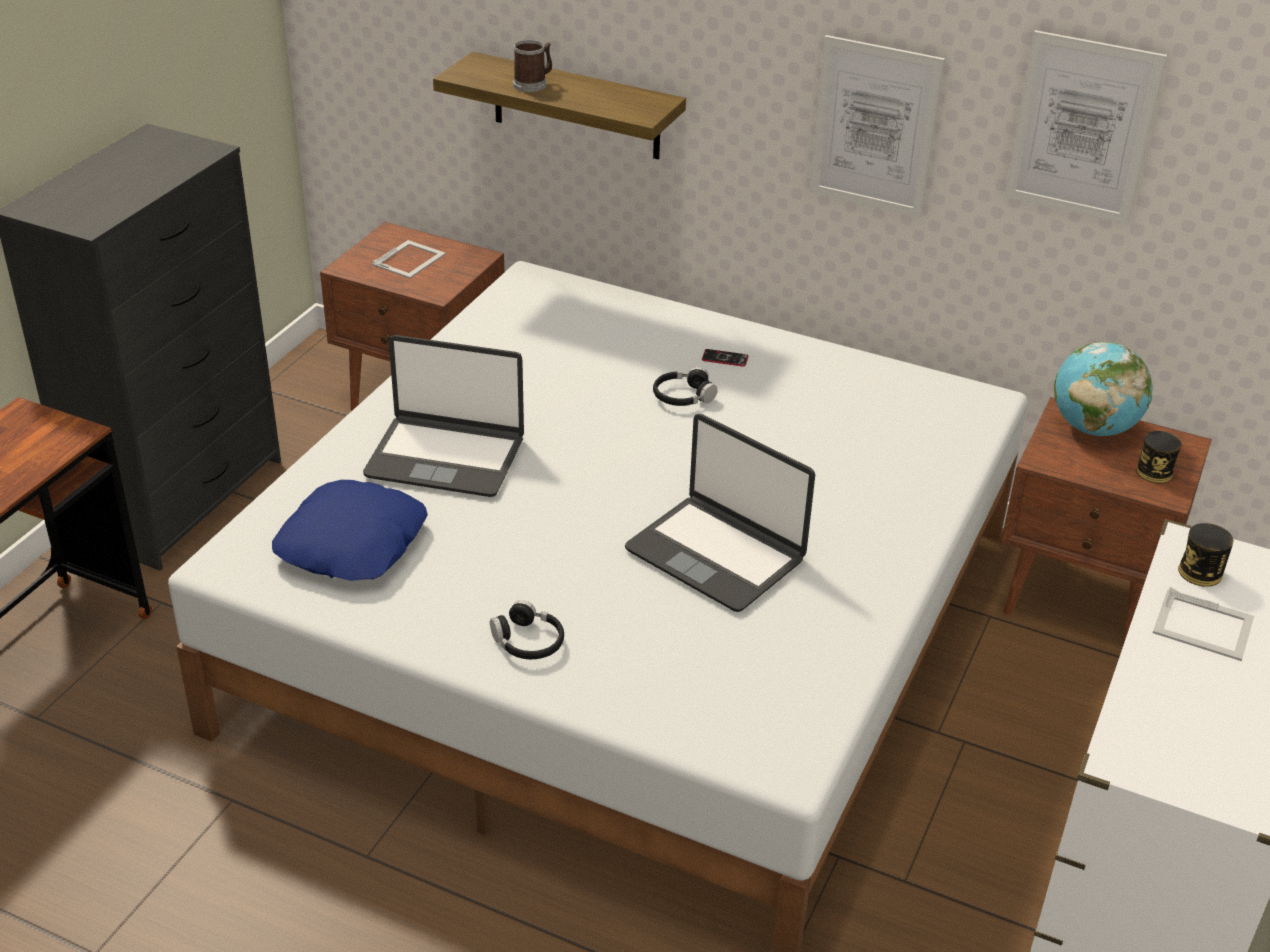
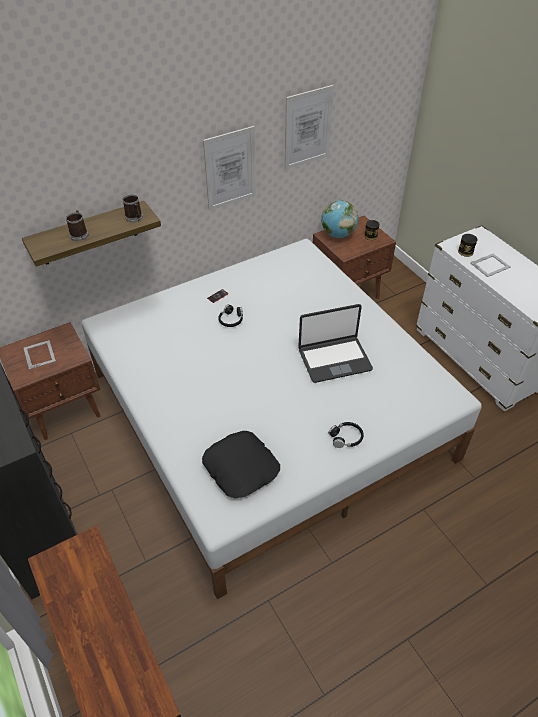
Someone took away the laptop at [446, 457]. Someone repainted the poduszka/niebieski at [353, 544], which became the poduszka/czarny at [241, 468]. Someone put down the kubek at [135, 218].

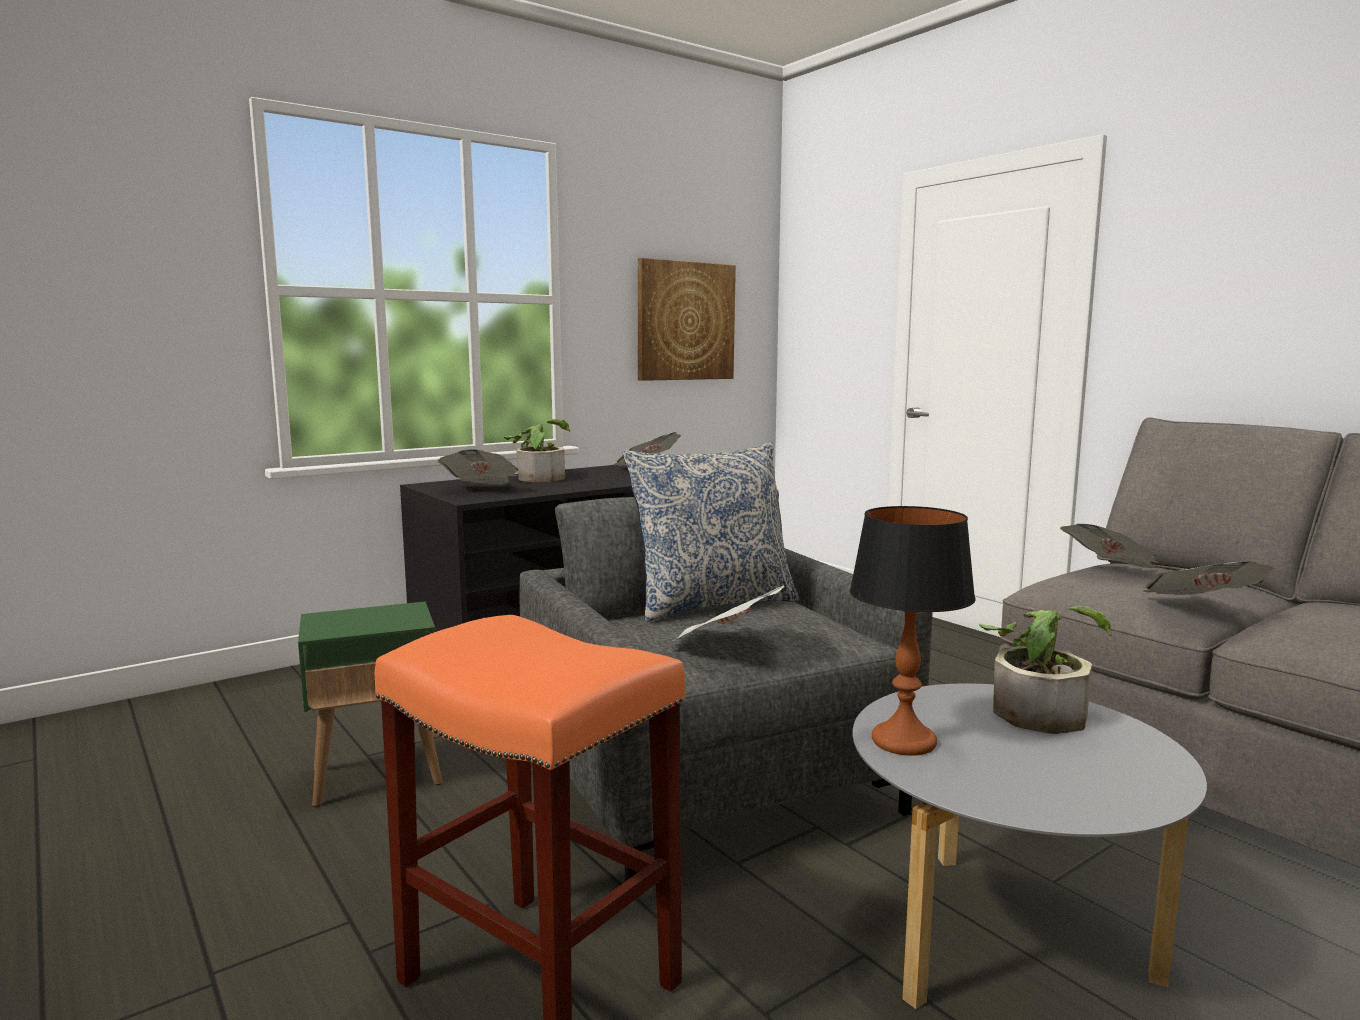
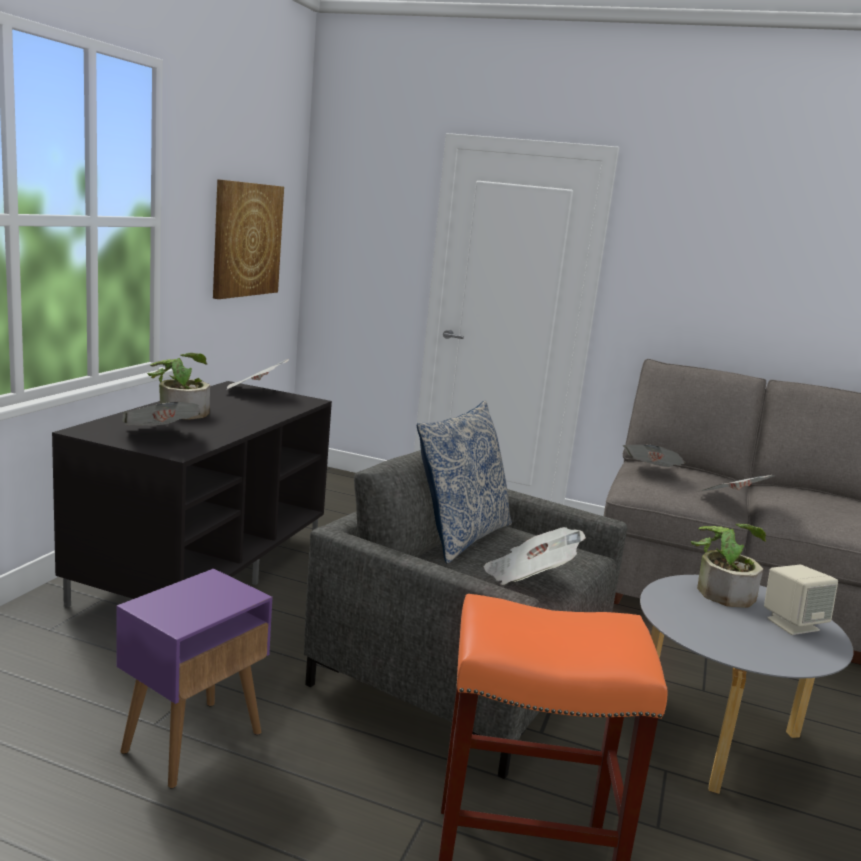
Someone took away the lampa stołowa at [904, 741]. Someone repainted the stolik/zielony at [379, 776], which became the stolik/fioletowy at [194, 741]. Someone put down the głośnik/beżowy at [792, 624].

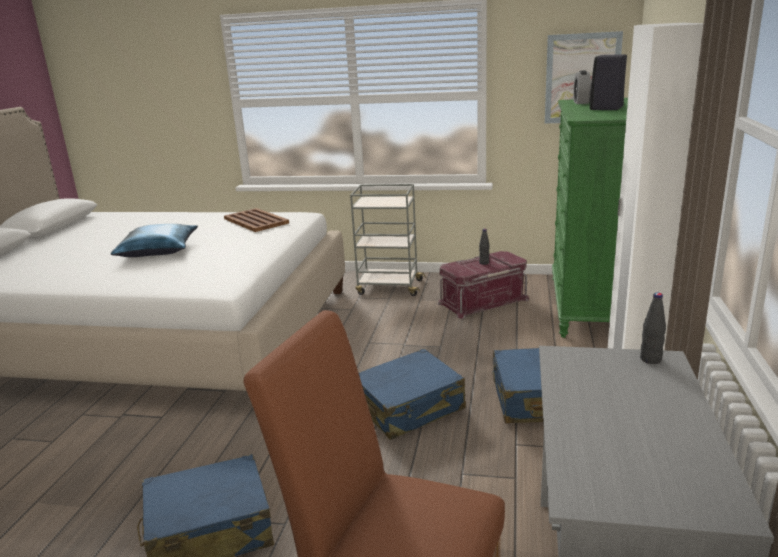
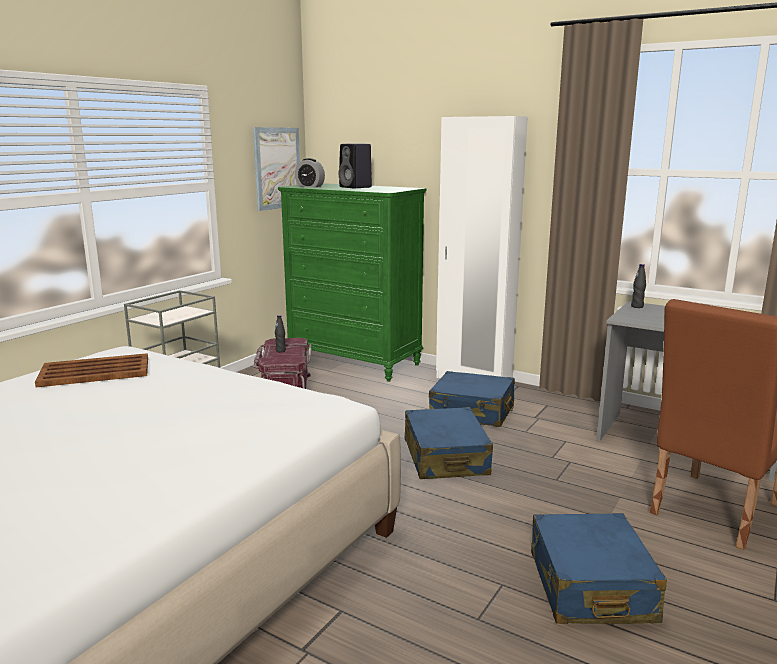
Someone took away the poduszka/niebieski at [158, 250].

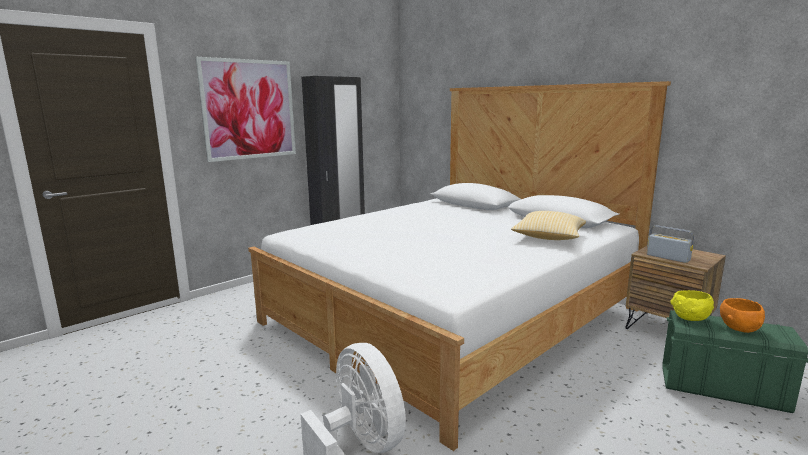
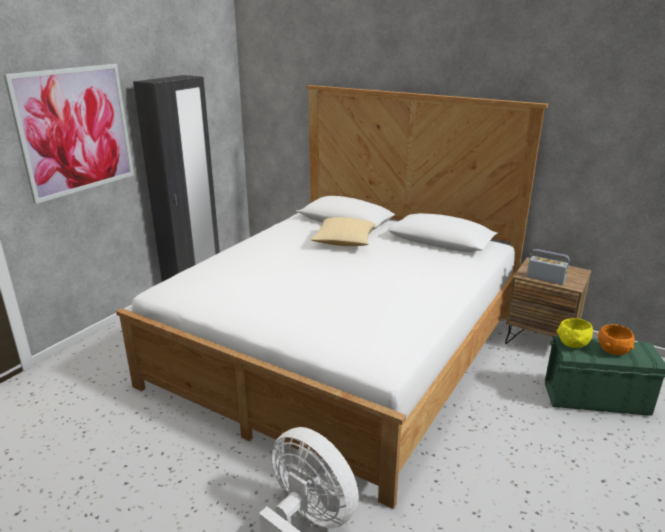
Someone carried the poduszka from [548, 238] to [344, 242].

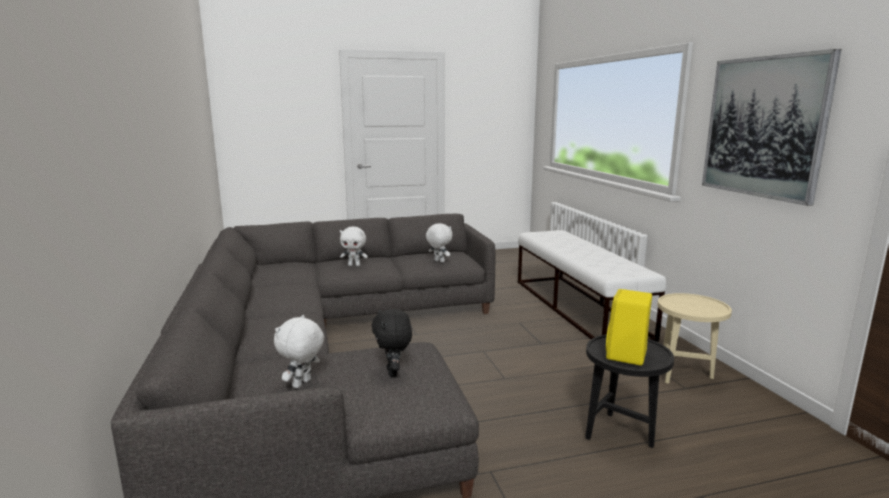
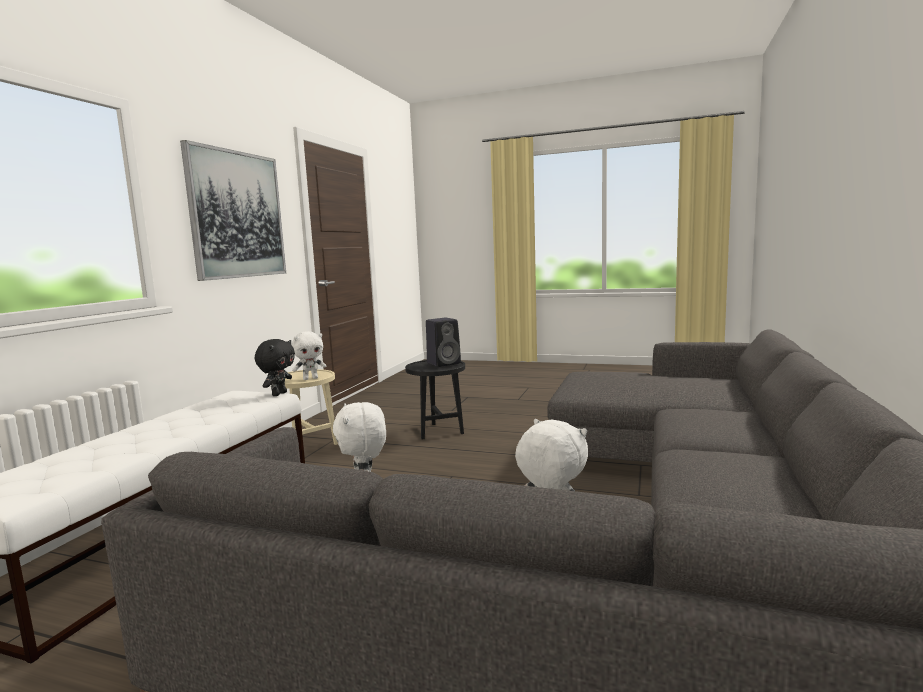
Someone repainted the głośnik/żółty at [626, 356], which became the głośnik/czarny at [444, 363]. Someone carried the pluszak/czarny from [393, 372] to [278, 394]. Someone carried the pluszak/biały from [302, 384] to [310, 378].

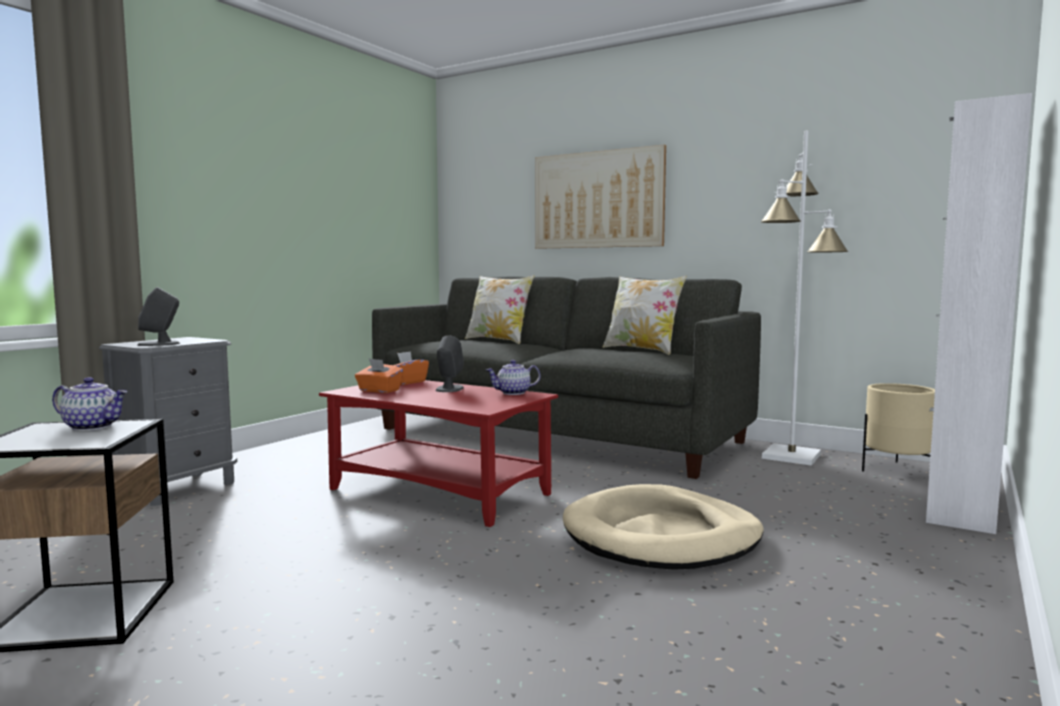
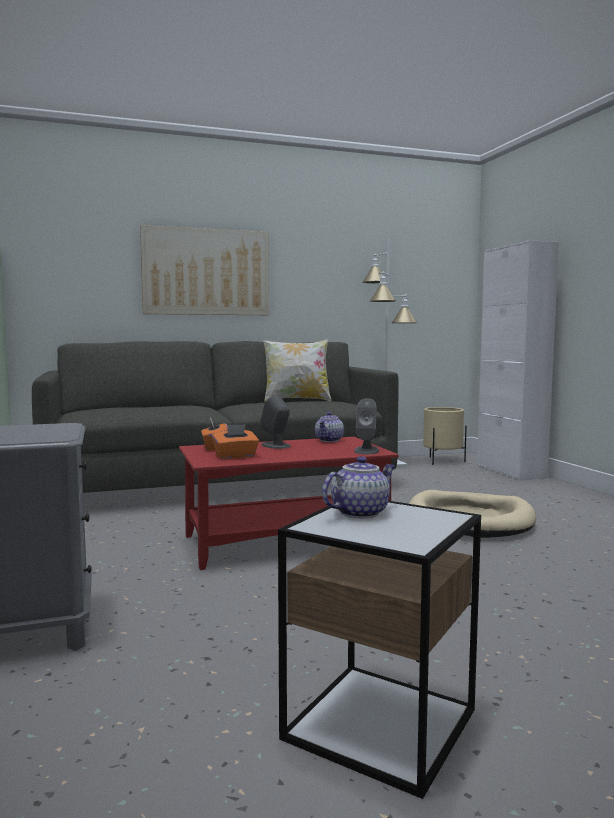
Someone took away the poduszka at [498, 340]. Someone carried the głośnik/szary from [159, 344] to [366, 451].

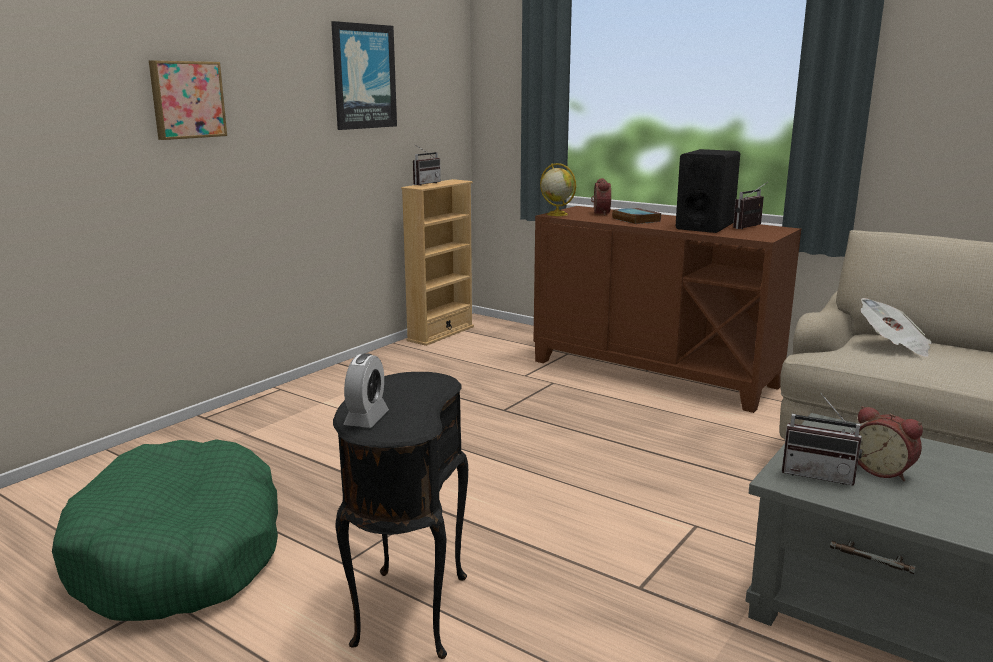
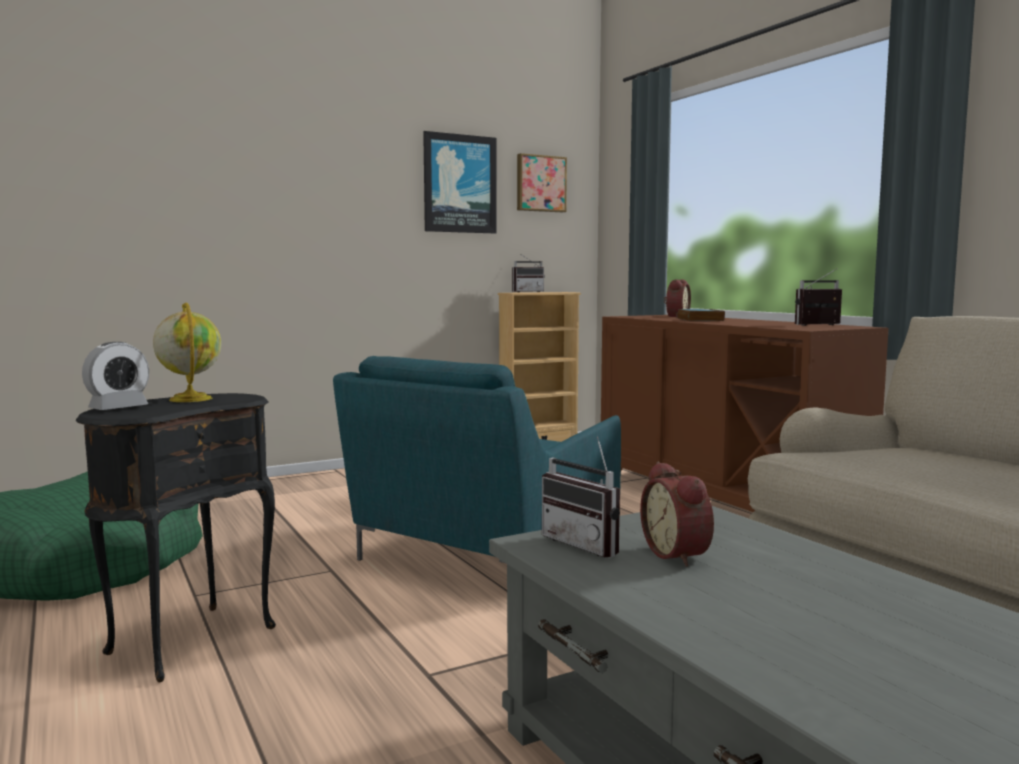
Someone carried the obraz from [187, 99] to [540, 183]. Someone took away the głośnik/czarny at [705, 226]. Someone carried the globus from [556, 214] to [190, 399]. Someone took away the gazeta at [894, 346]. Someone put down the fotel/turkusowy at [482, 555].

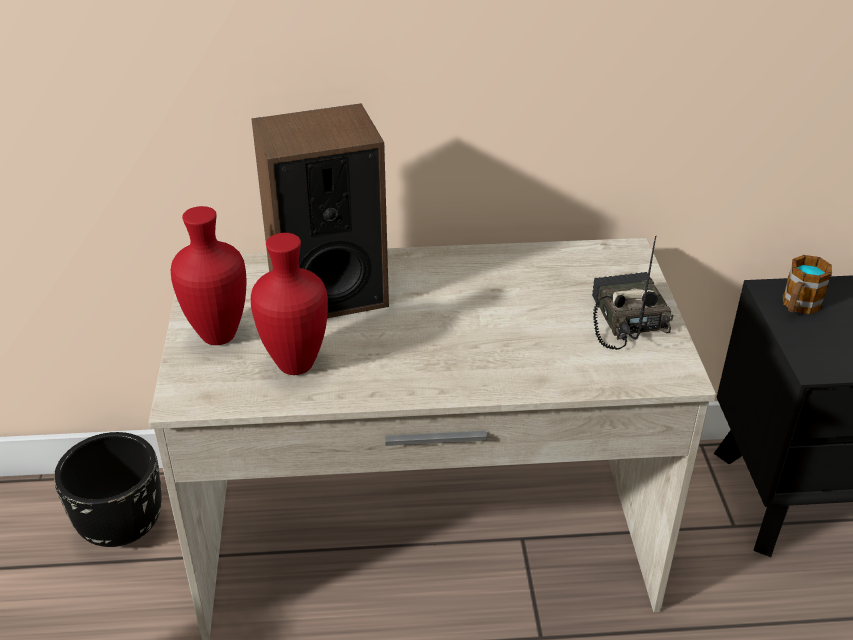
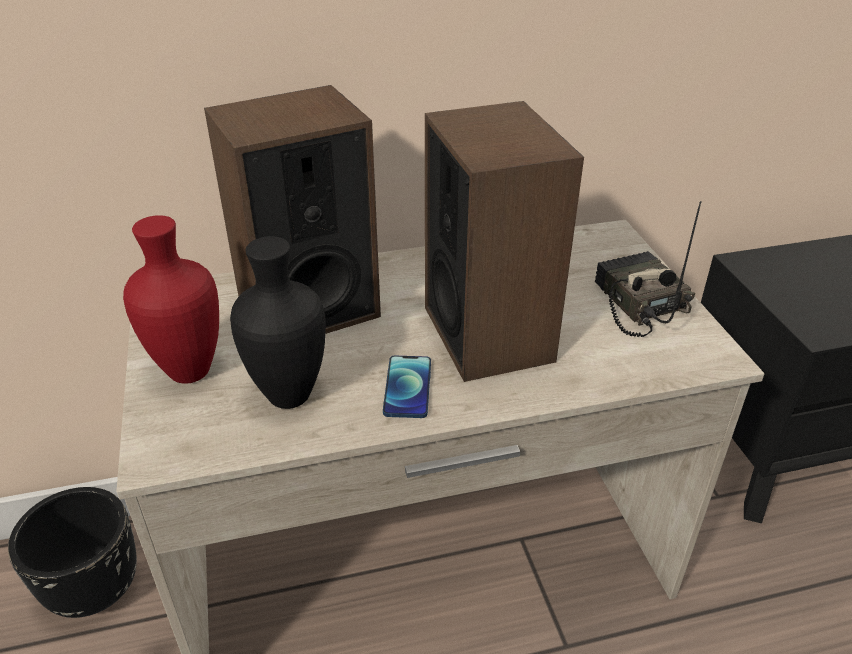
Someone repainted the wazon/czerwony at [295, 363], which became the wazon/czarny at [288, 394]. Someone took away the kubek at [798, 306]. Someone put down the głośnik at [488, 333]. Someone put down the telefon at [407, 387].

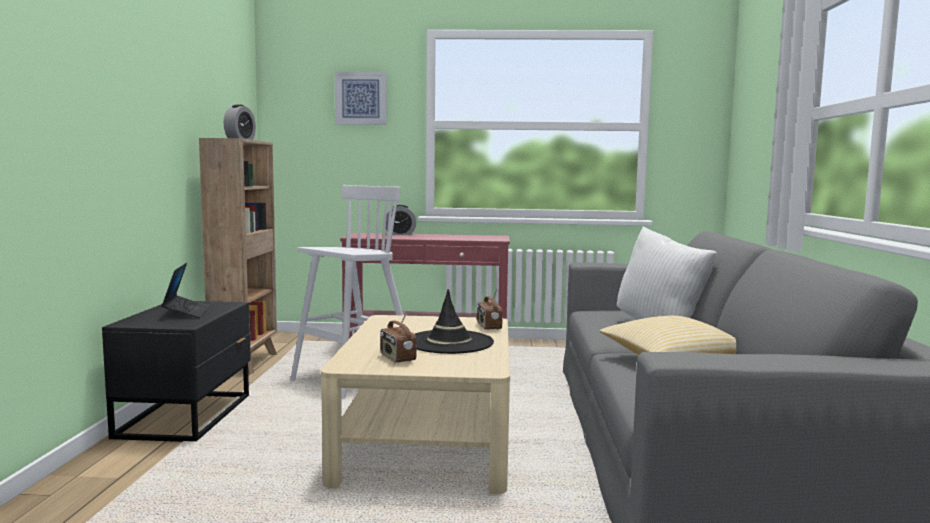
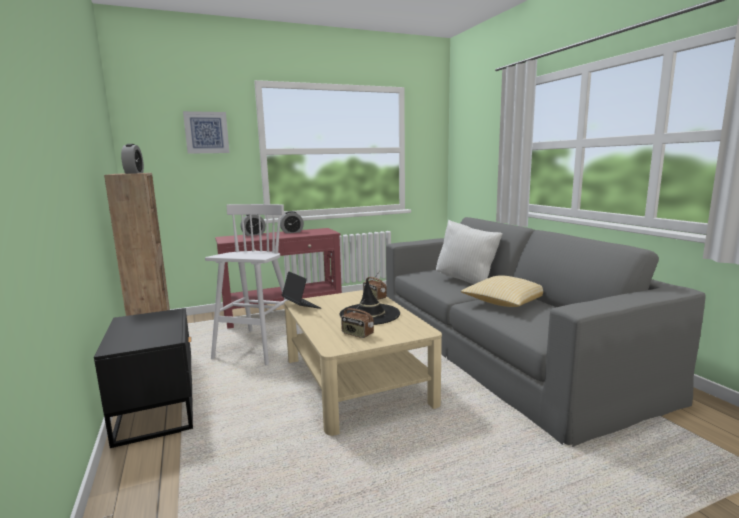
Someone carried the laptop from [186, 313] to [301, 306]. Someone put down the budzik at [292, 232].

